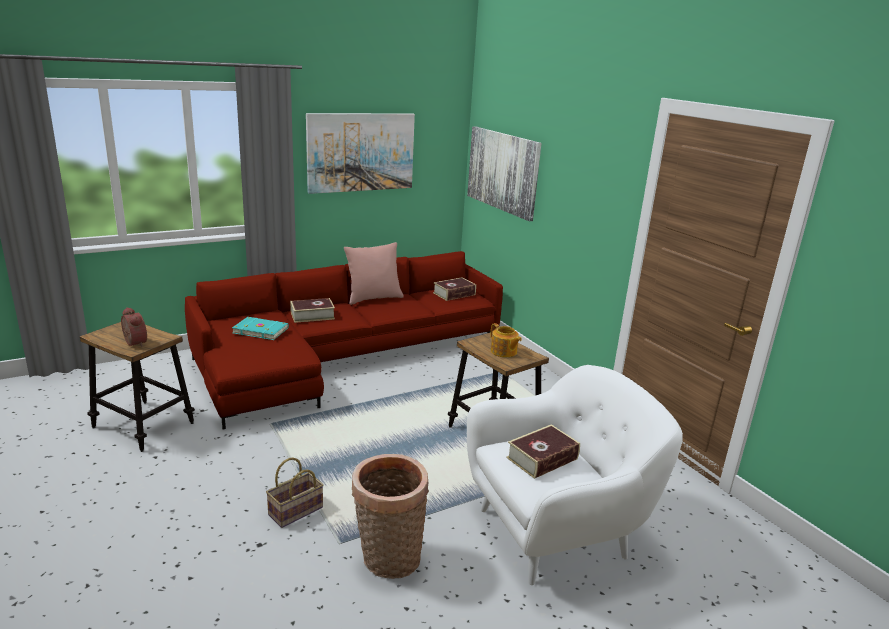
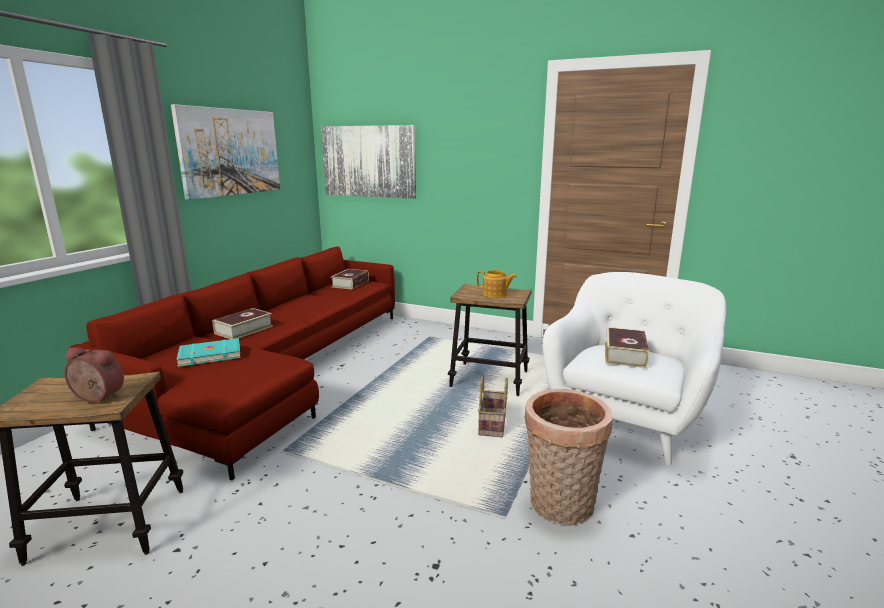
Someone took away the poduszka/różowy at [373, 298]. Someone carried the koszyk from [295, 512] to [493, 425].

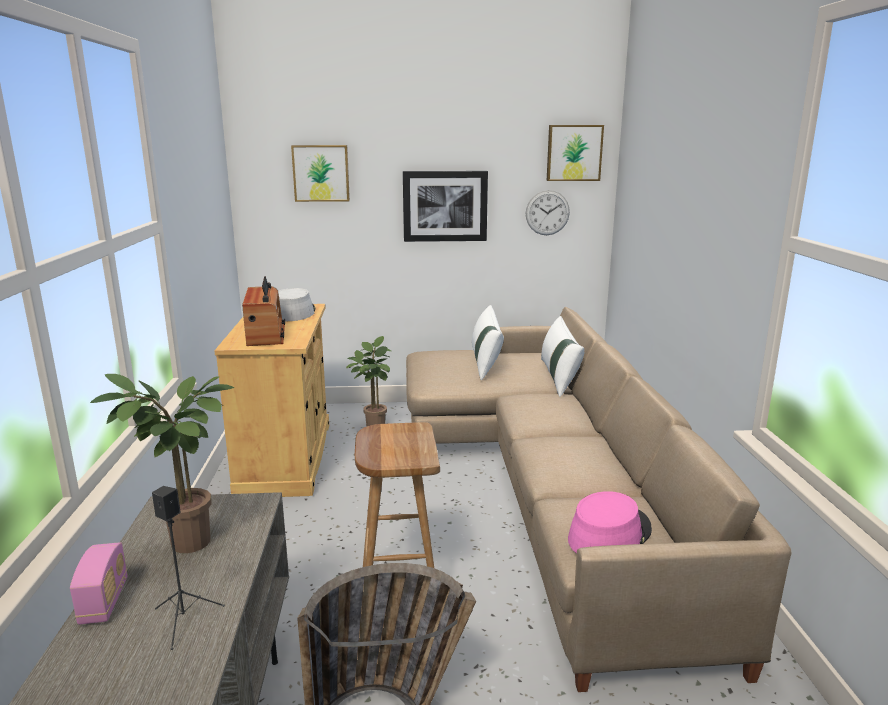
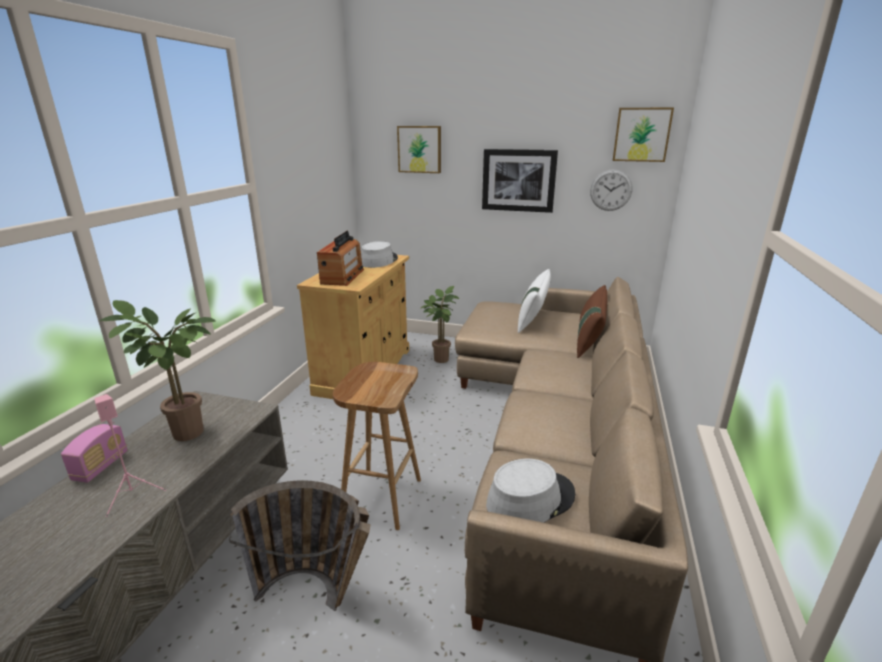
Someone repainted the poduszka/biały at [559, 377], which became the poduszka/brązowy at [589, 340]. Someone repainted the głośnik/czarny at [185, 619], which became the głośnik/różowy at [133, 494]. Someone repainted the kapelusz/różowy at [609, 534], which became the kapelusz/szary at [530, 499].

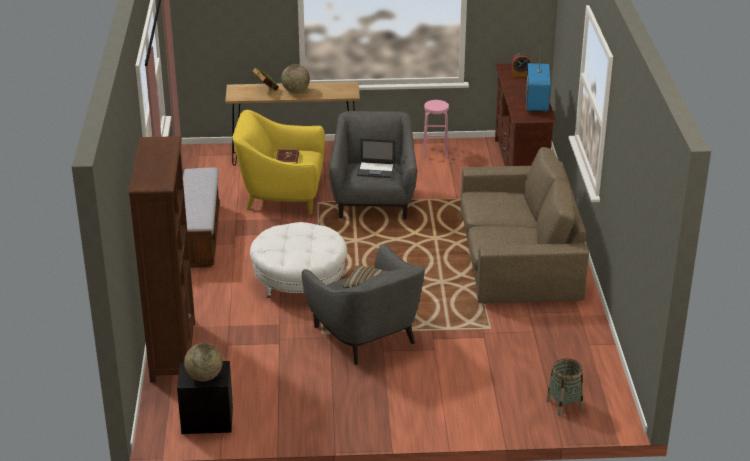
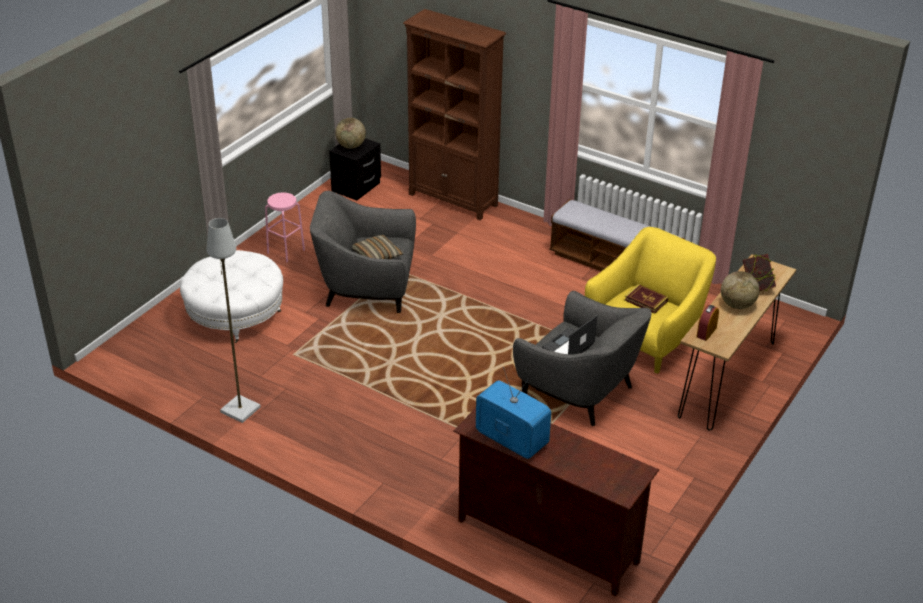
Someone carried the budzik from [520, 74] to [706, 332]. Someone carried the stołek/różowy from [435, 152] to [286, 251]. Someone took away the kanapa/brązowy at [517, 257]. Someone carried the pufa/biały from [299, 282] to [235, 315]. Someone took away the koszyk at [564, 405]. Someone put down the lampa stojąca/szary at [239, 410].

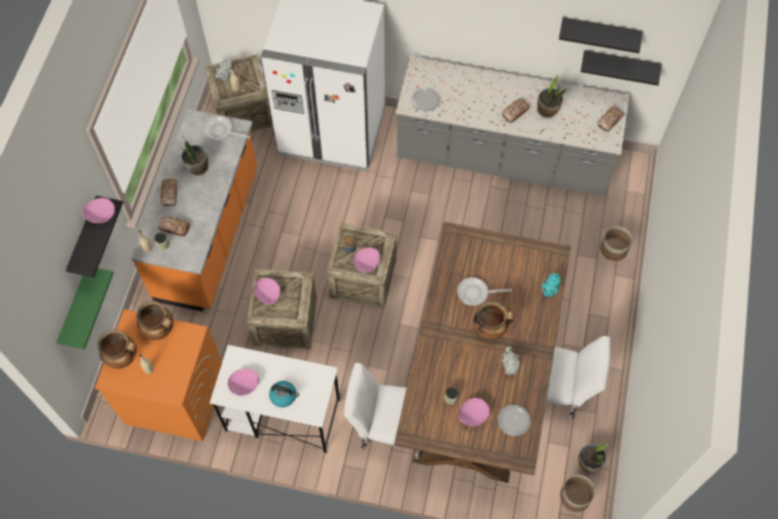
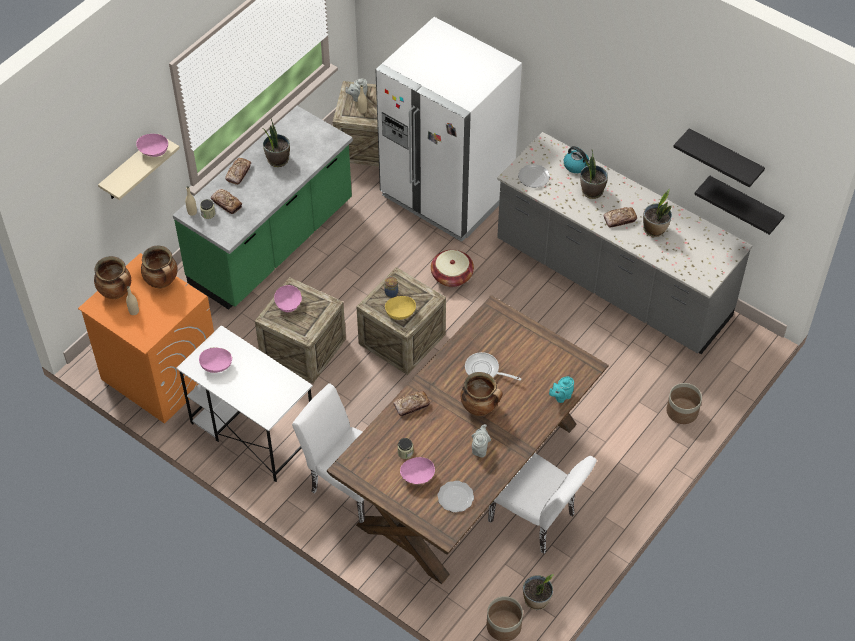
Someone carried the chleb from [609, 121] to [411, 405]. Someone repainted the zabudowa kuchenna/pomarańczowy at [209, 235], which became the zabudowa kuchenna/zielony at [272, 244]. Someone took away the patelnia at [220, 131]. Someone repainted the półka/czarny at [85, 239], which became the półka/beżowy at [130, 169]. Someone repainted the miska/różowy at [367, 264], which became the miska/żółty at [400, 313]. Someone took away the półka/zielony at [75, 309]. Someone carried the czajnik from [284, 396] to [576, 166]. Someone put down the roślina doniczkowa at [592, 191]. Someone put down the koszyk at [452, 276].

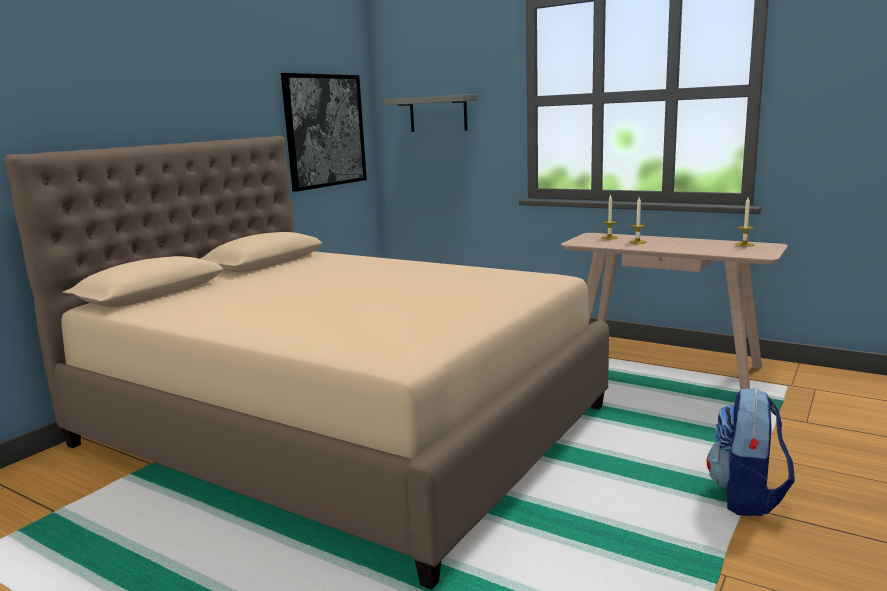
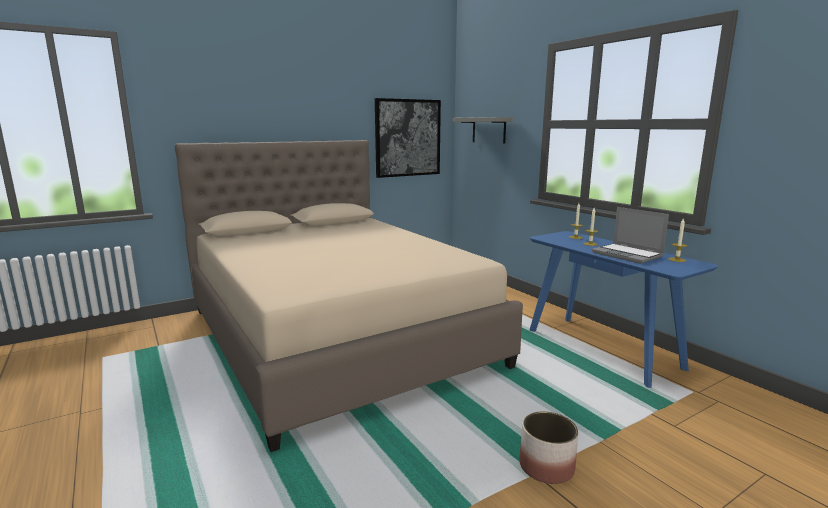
Someone repainted the stolik konsolowy/beżowy at [664, 365], which became the stolik konsolowy/niebieski at [602, 348]. Someone swapped the plecak at [747, 497] for the donica at [546, 467]. Someone put down the laptop at [628, 255].

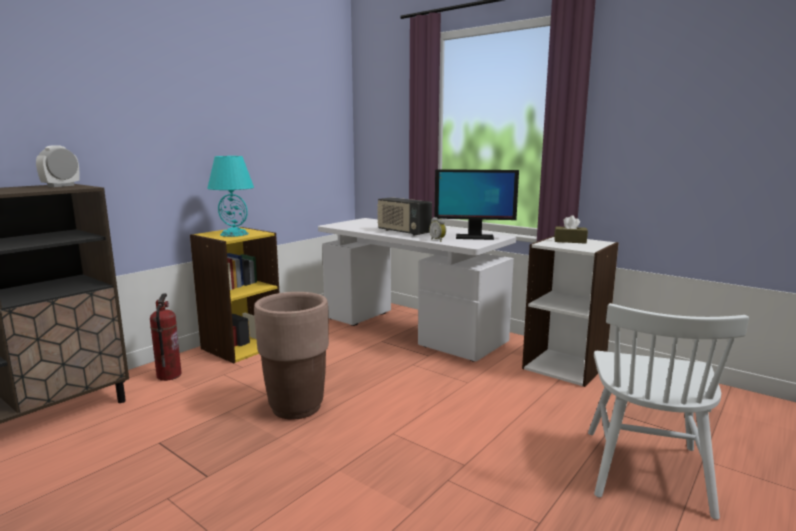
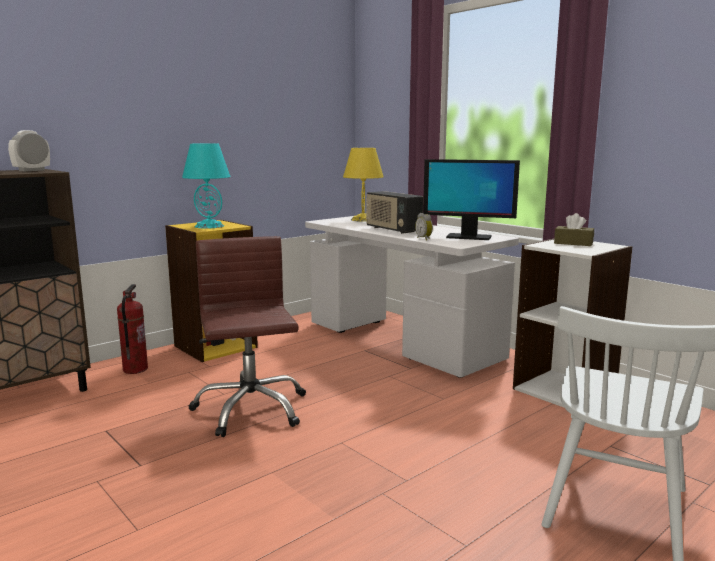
Someone swapped the donica/brązowy at [296, 407] for the krzesło biurowe/brązowy at [250, 409]. Someone put down the lampa stołowa/żółty at [362, 219].

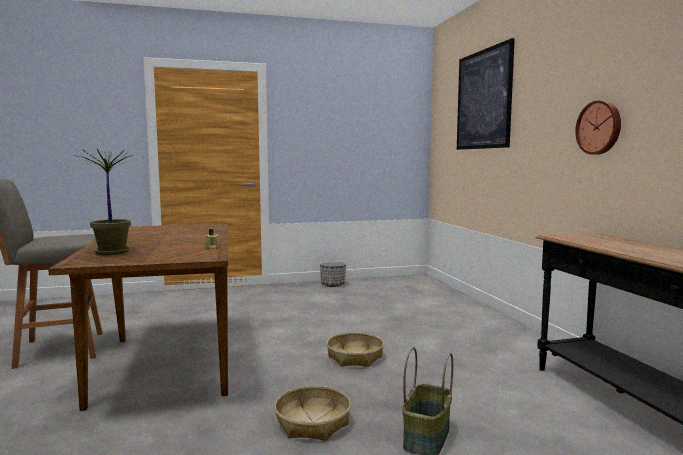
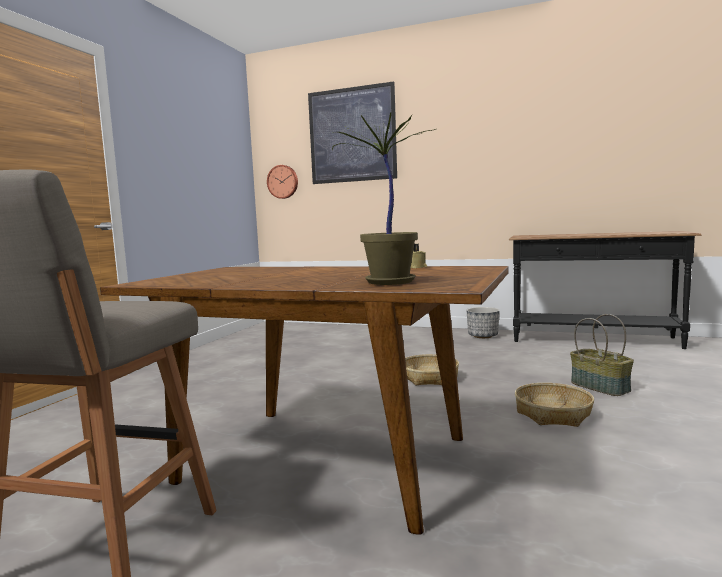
Someone carried the zegar ścienny from [599, 127] to [283, 182]. Someone carried the donica from [333, 285] to [483, 336].

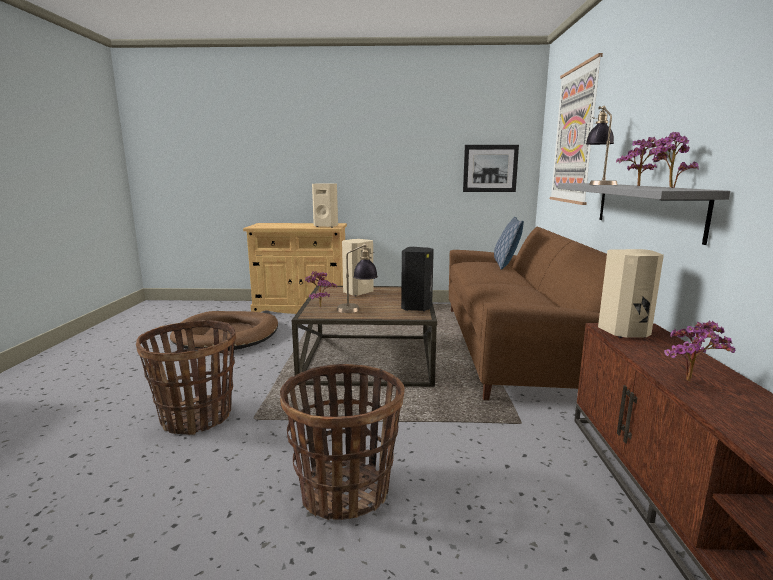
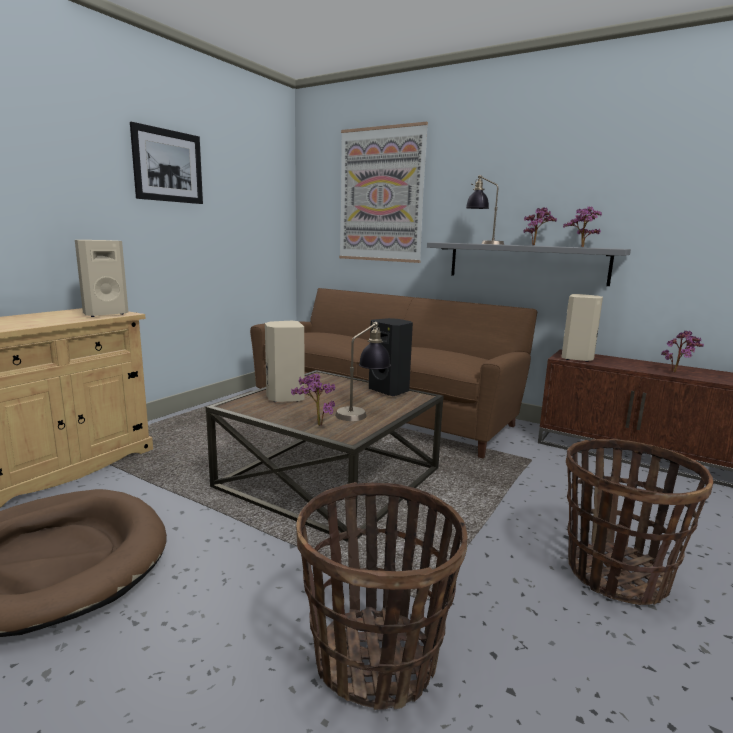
Someone carried the obraz from [490, 168] to [168, 166]. Someone took away the poduszka at [505, 265].

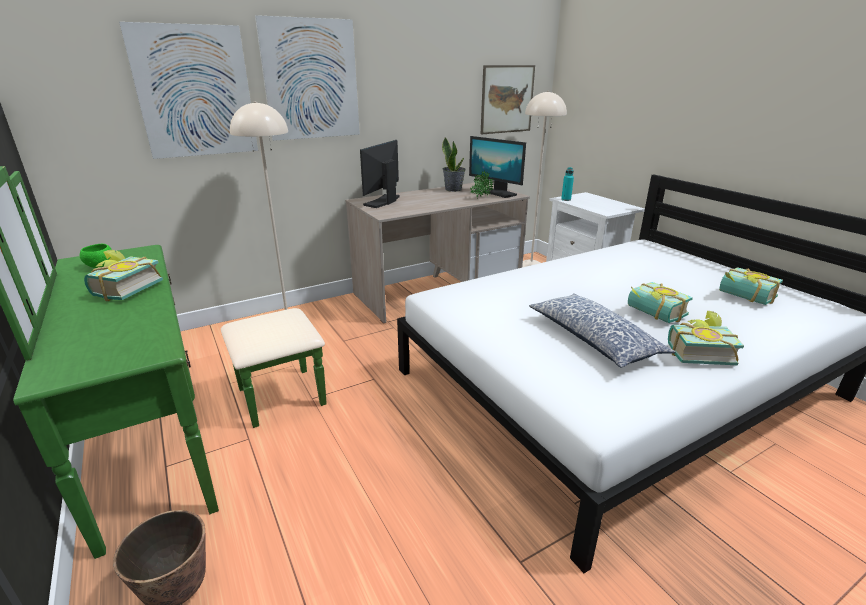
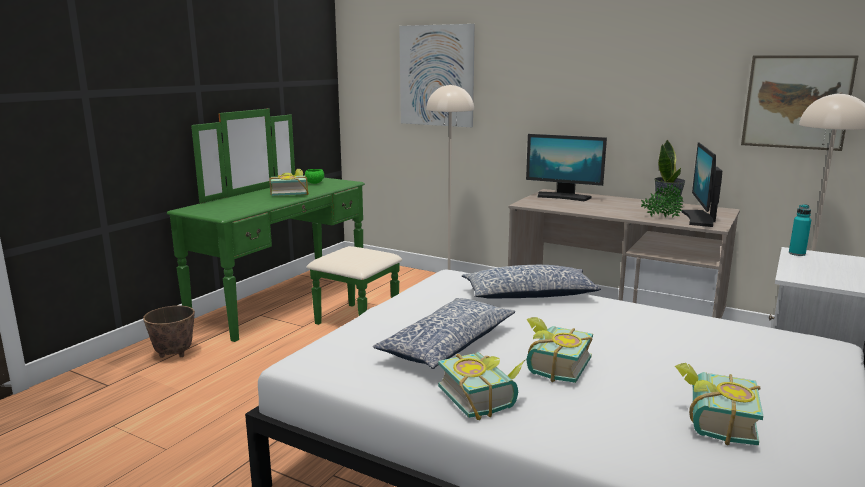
Someone took away the obraz at [311, 80]. Someone rotated the monitor at [383, 201] by 150 degrees counterclockwise. Someone put down the poduszka at [530, 296].

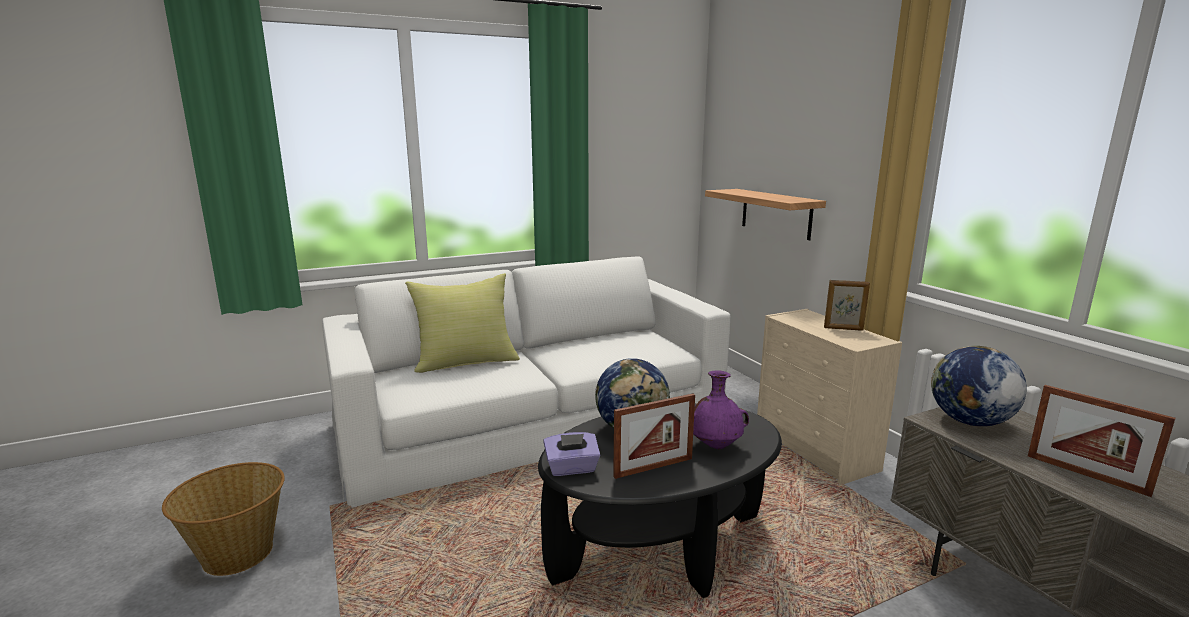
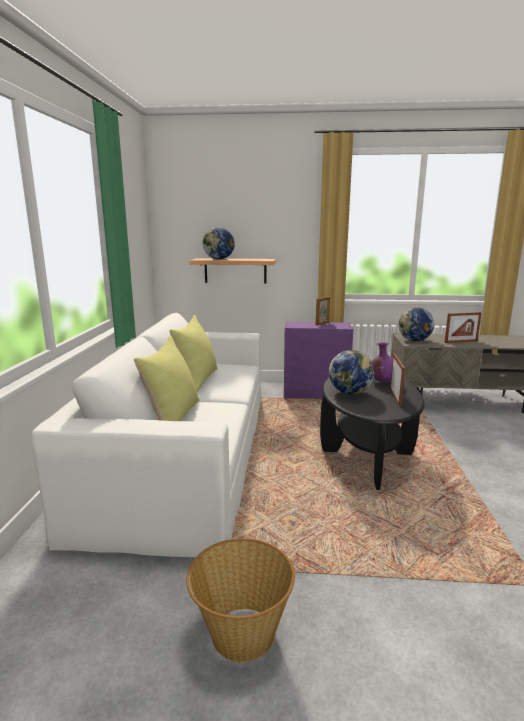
Someone repainted the komoda/beżowy at [816, 450], which became the komoda/fioletowy at [316, 394]. Someone took away the pudełko chusteczek/fioletowy at [572, 468]. Someone put down the globus at [219, 259]. Someone put down the poduszka/żółty at [197, 379].

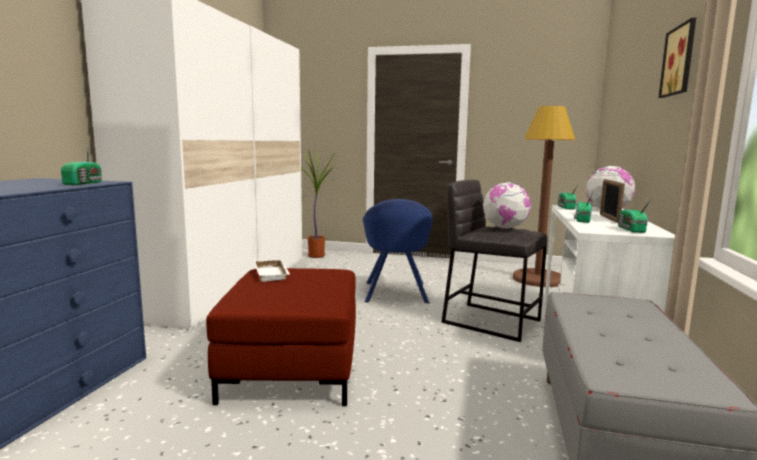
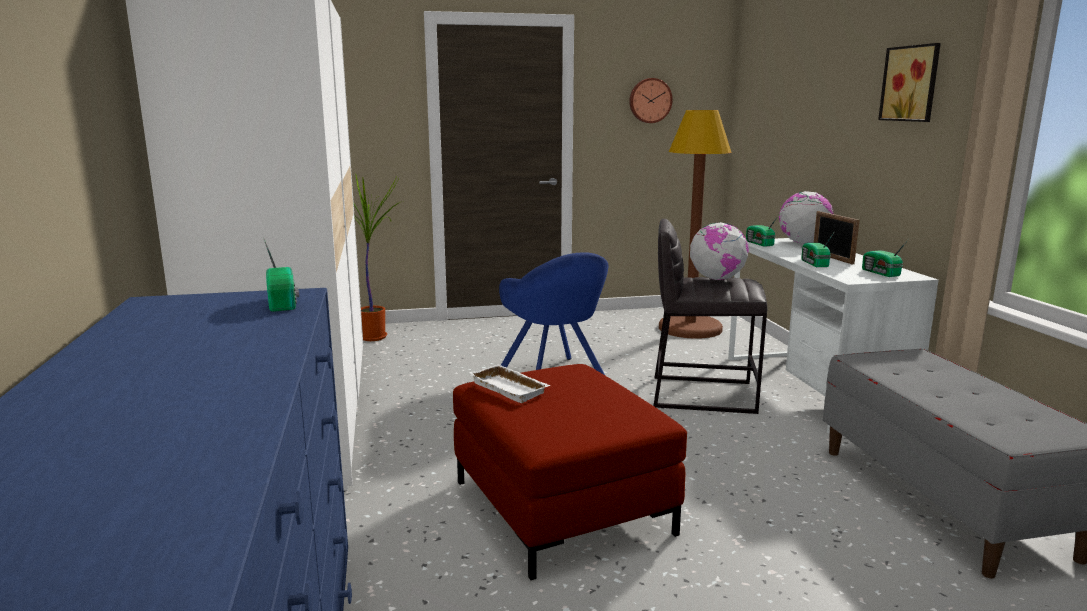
Someone put up the zegar ścienny at [650, 100].

